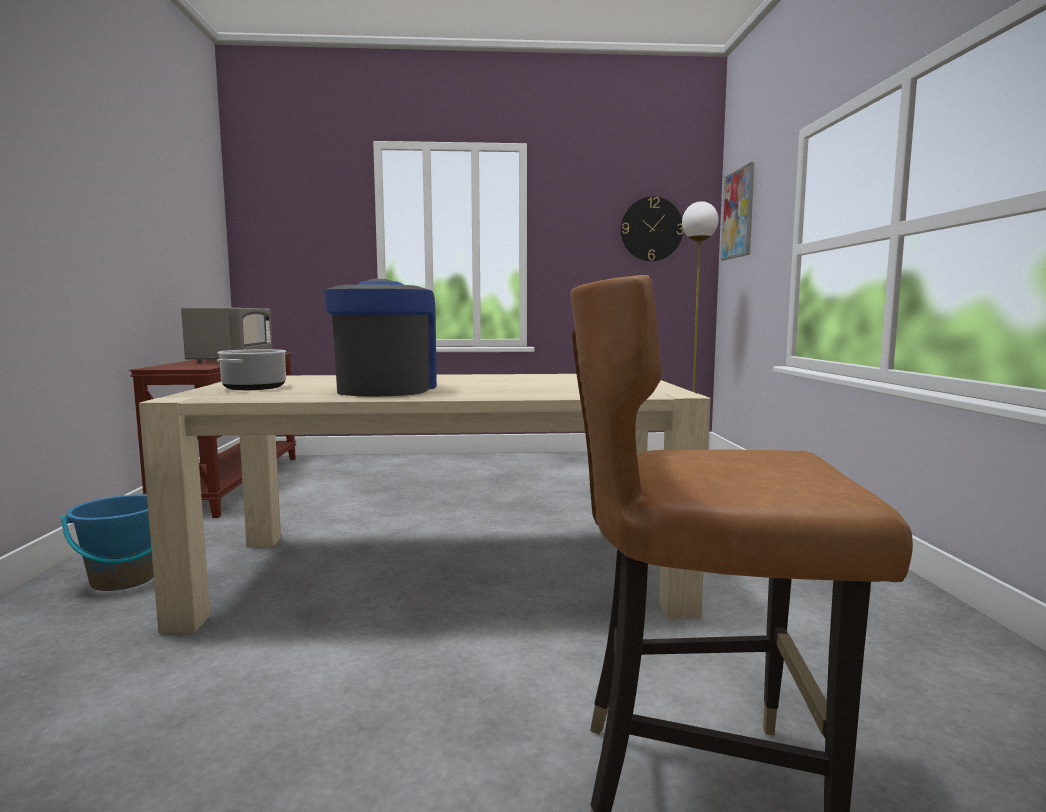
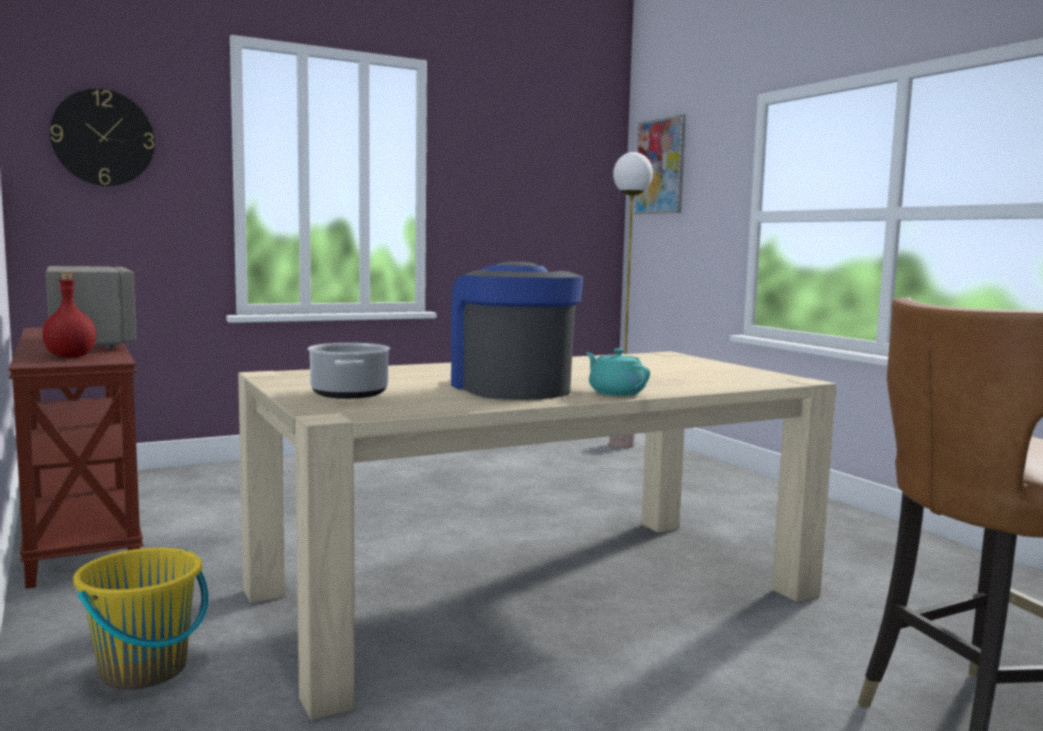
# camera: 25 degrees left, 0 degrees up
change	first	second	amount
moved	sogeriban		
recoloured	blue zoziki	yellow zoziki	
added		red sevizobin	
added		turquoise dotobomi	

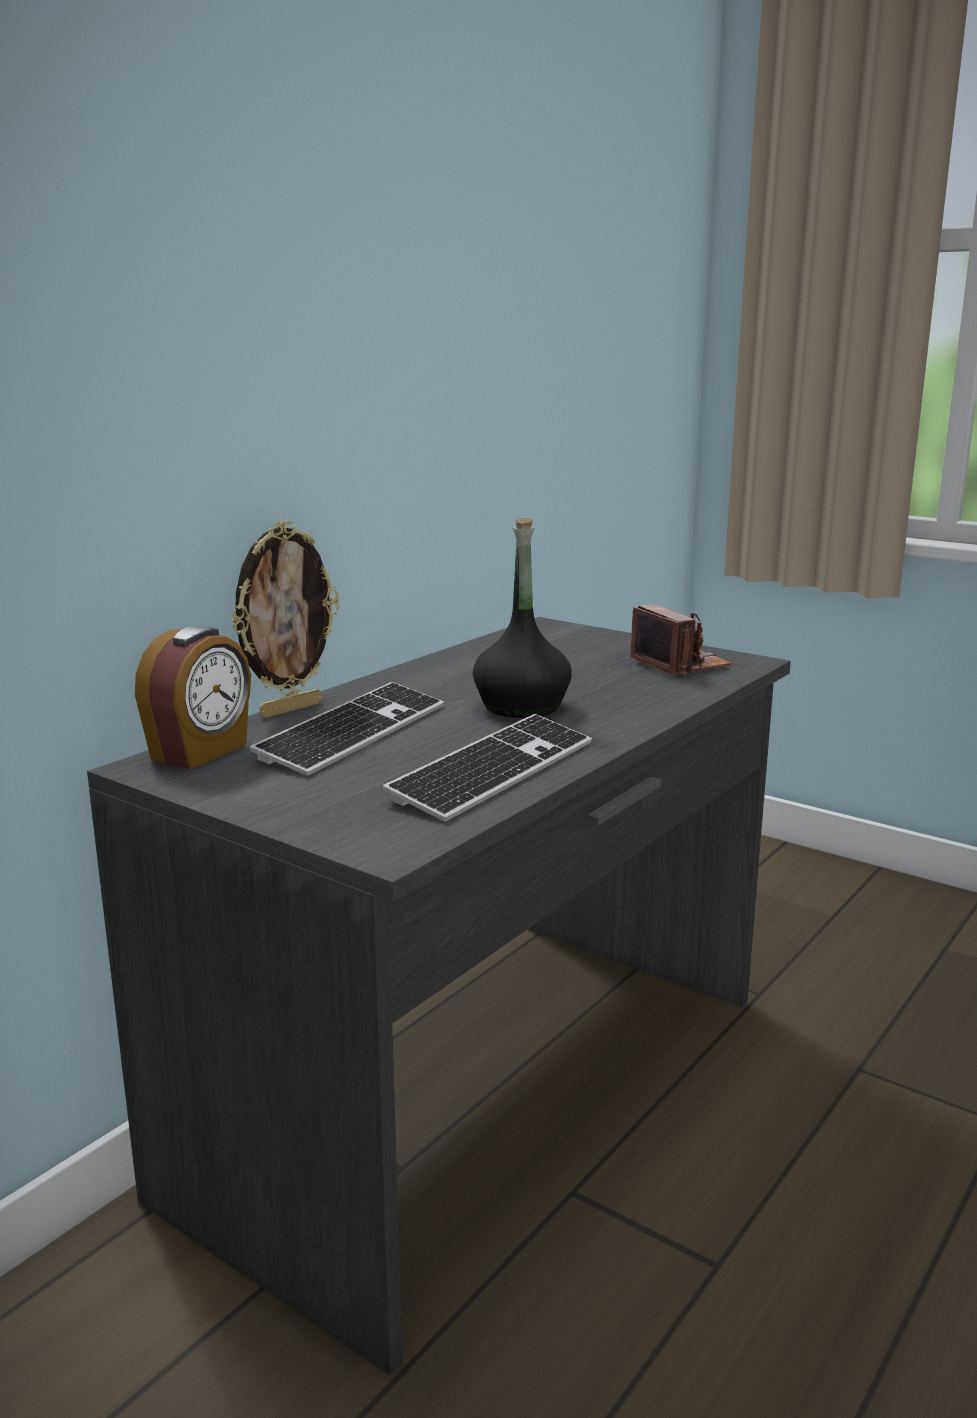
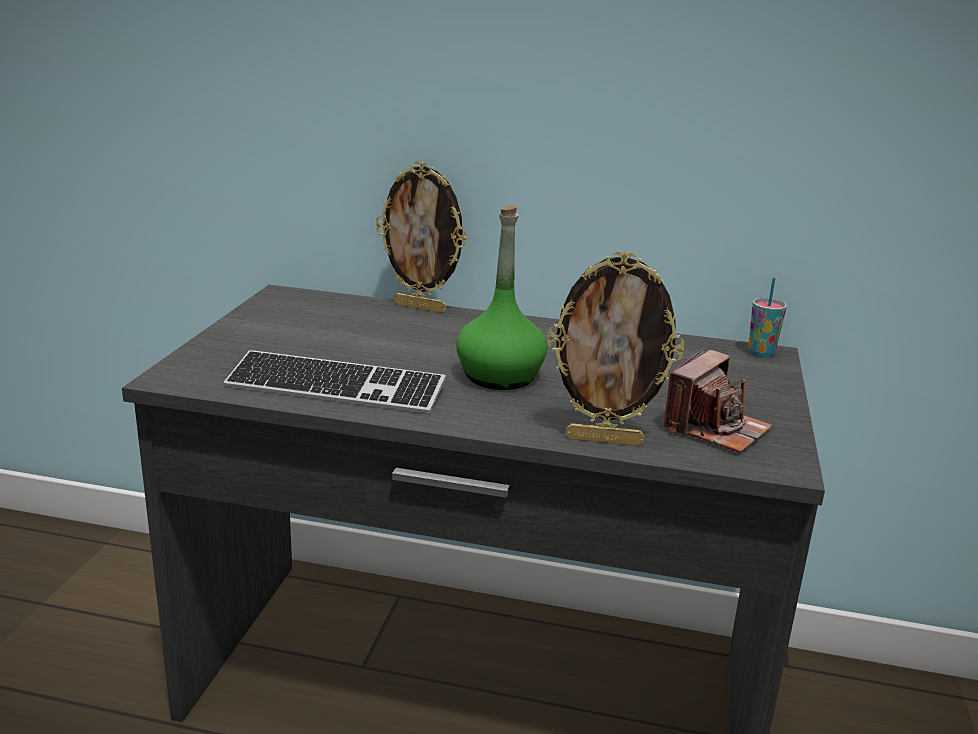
# camera: 65 degrees right, 5 degrees up
change	first	second	amount
recoloured	black sevizobin	green sevizobin	
removed	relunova		
removed	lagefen (1st from left)		
added		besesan (2nd from left)	
added		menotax	

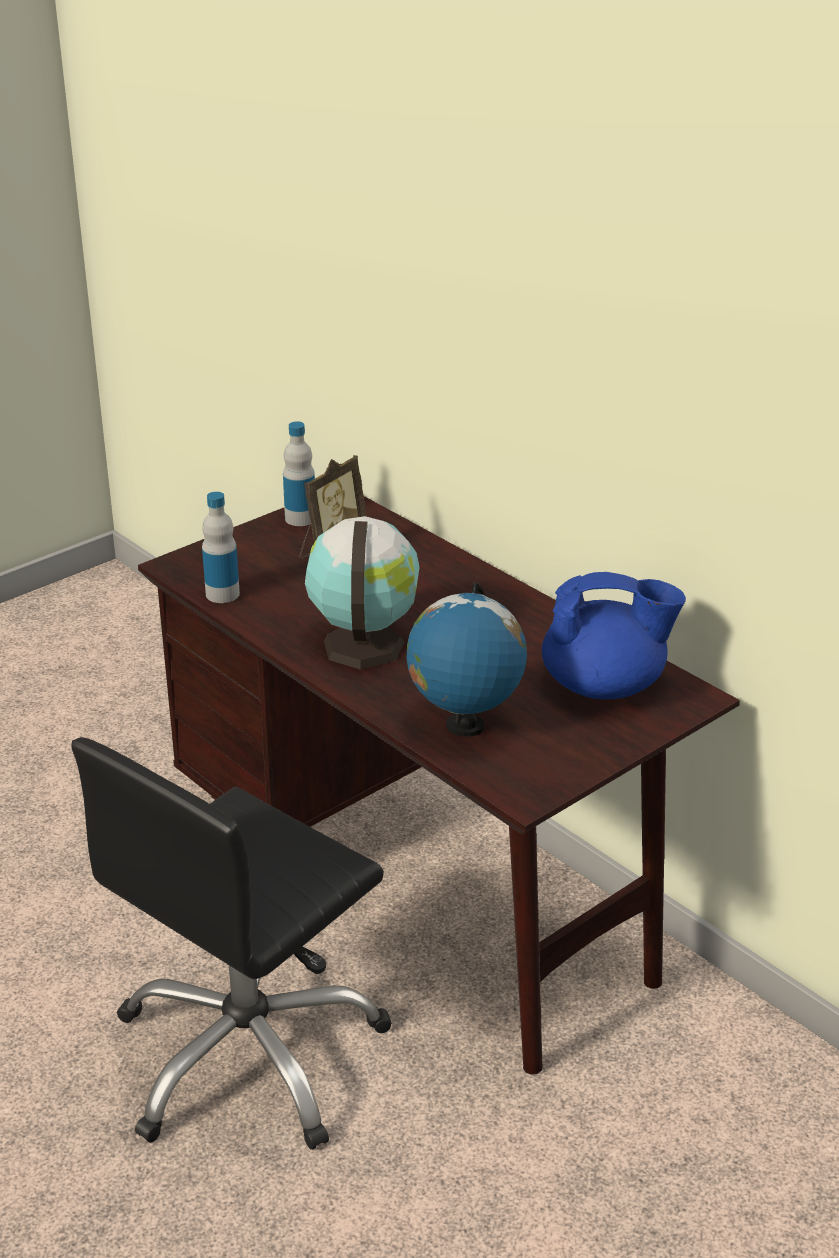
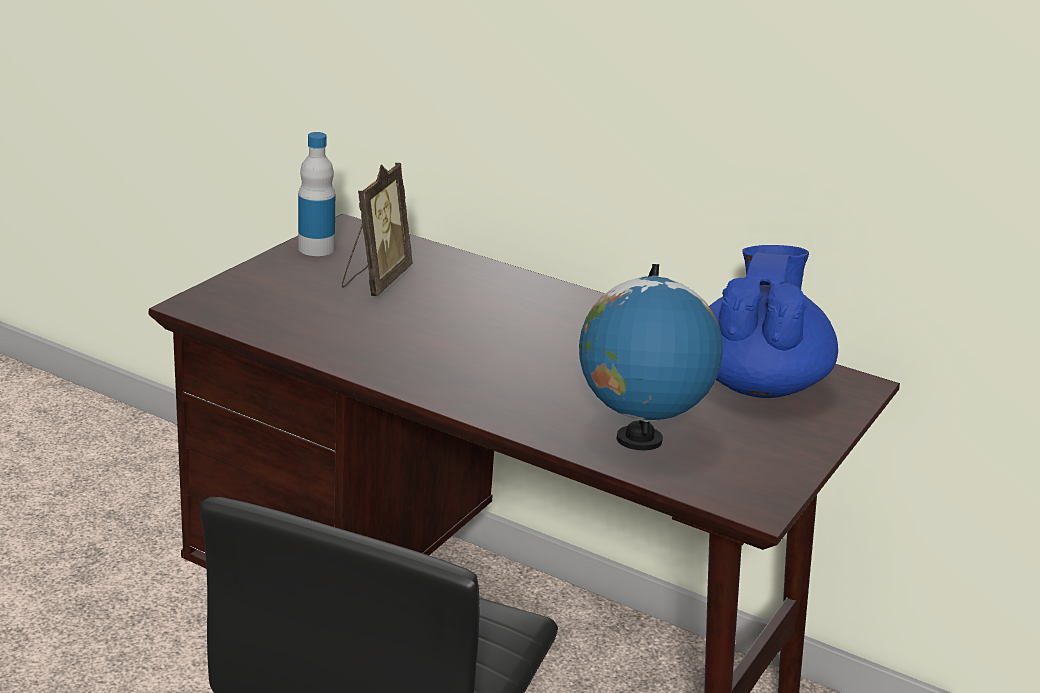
# camera: 20 degrees left, 5 degrees down
change	first	second	amount
removed	sevizobin (1st from left)		
removed	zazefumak (1st from left)		
turned	blue dotobomi		60 degrees counterclockwise

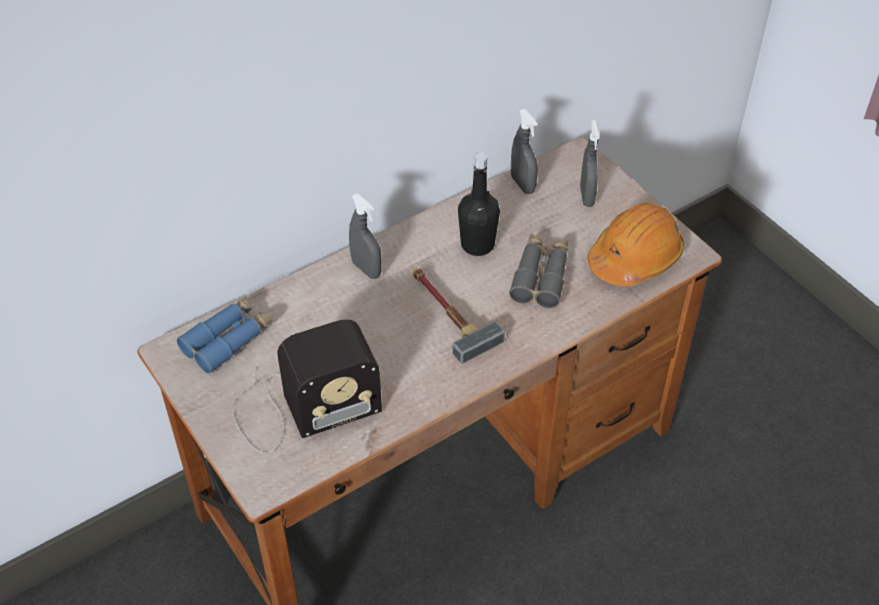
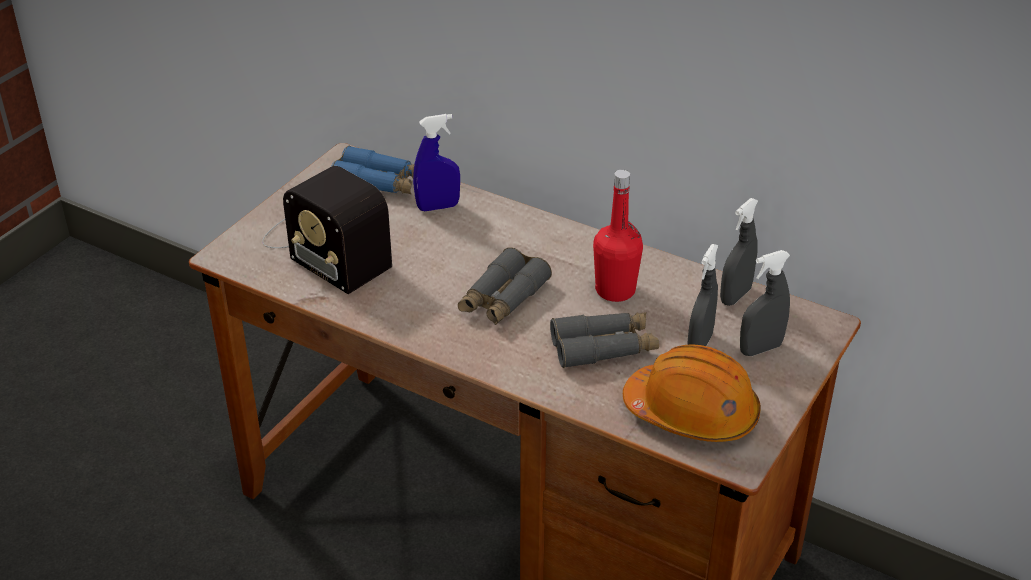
# camera: 65 degrees right, 10 degrees down
change	first	second	amount
recoloured	black sevizobin	red sevizobin	
moved	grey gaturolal (1st from left)		
replaced	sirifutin	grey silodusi (1st from left)	
added		blue gaturolal	

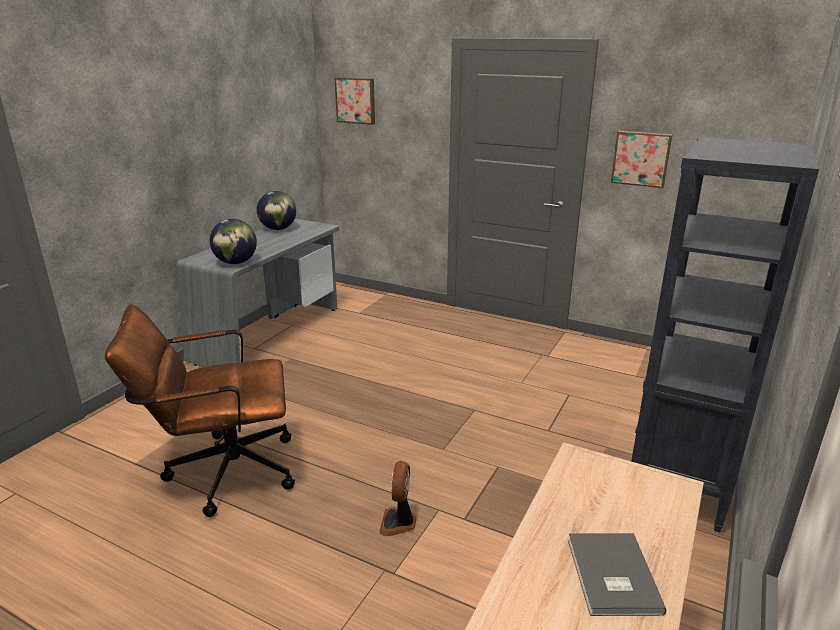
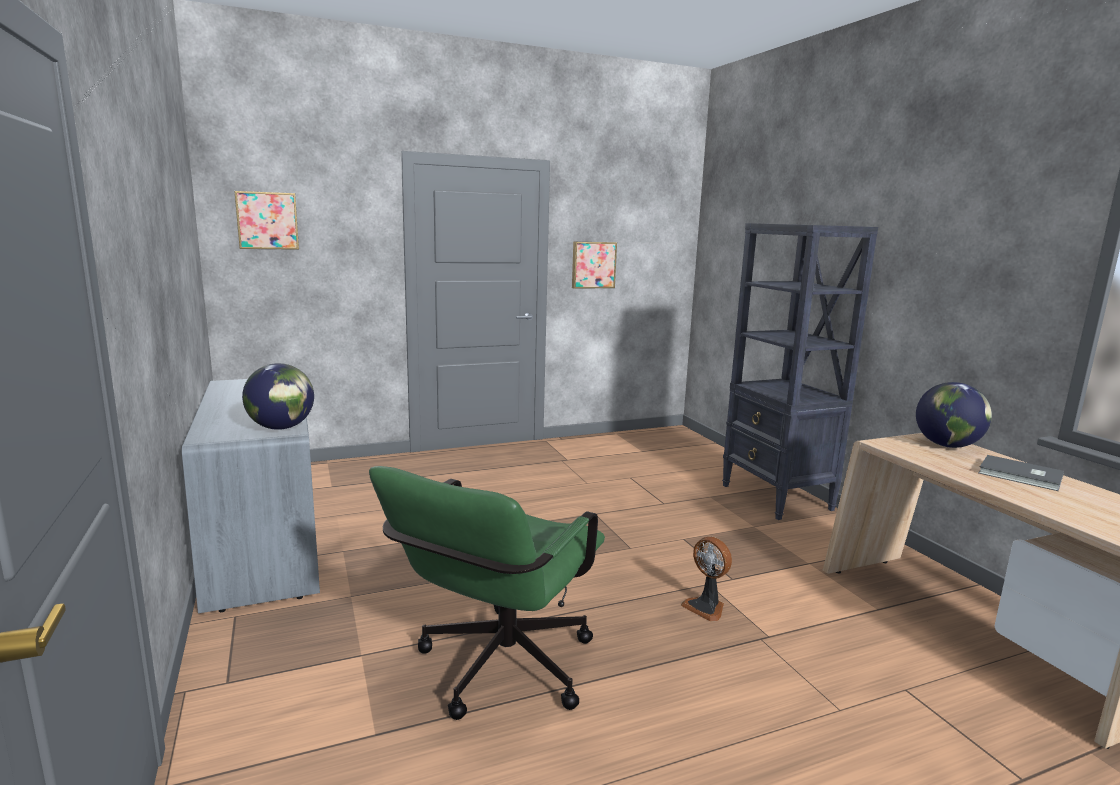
# camera: 50 degrees left, 10 degrees down
change	first	second	amount
moved	zazefumak (2nd from left)		
recoloured	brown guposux	green guposux	

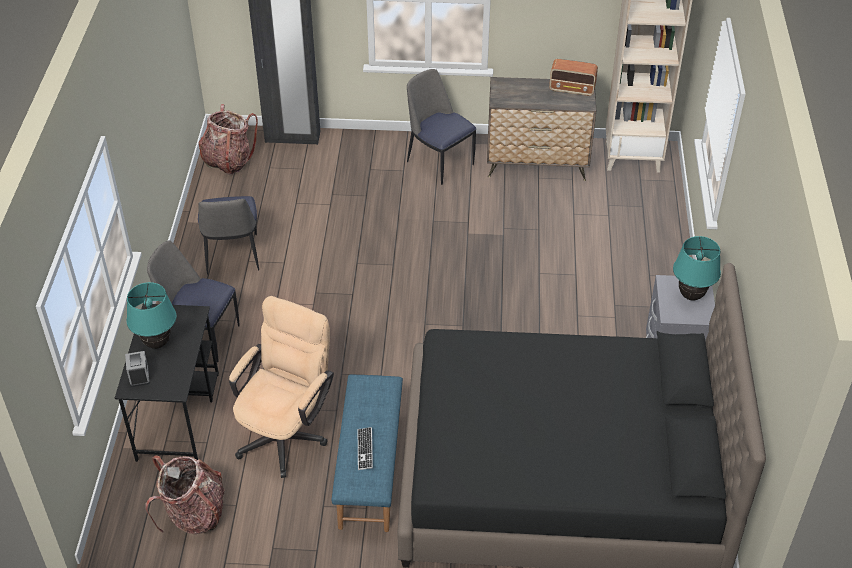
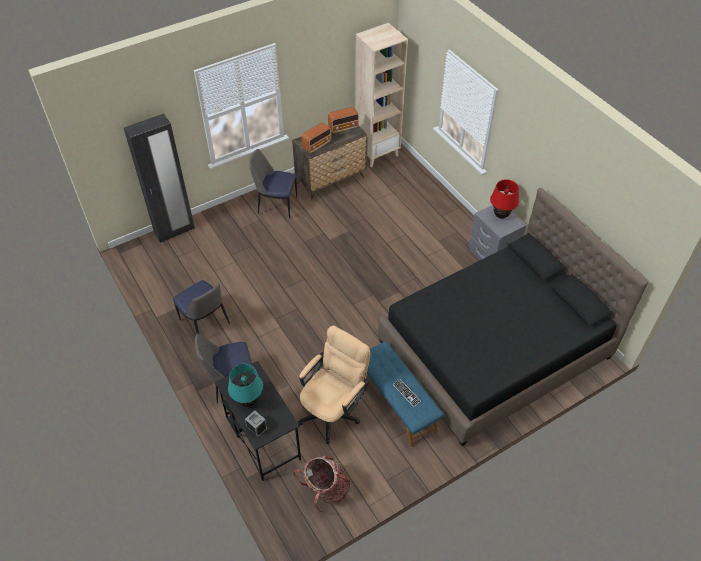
# camera: 35 degrees left, 5 degrees up
change	first	second	amount
removed	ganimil (2nd from left)		
recoloured	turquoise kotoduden (2nd from left)	red kotoduden	
turned	beige guposux		45 degrees clockwise
added		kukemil (1st from left)	

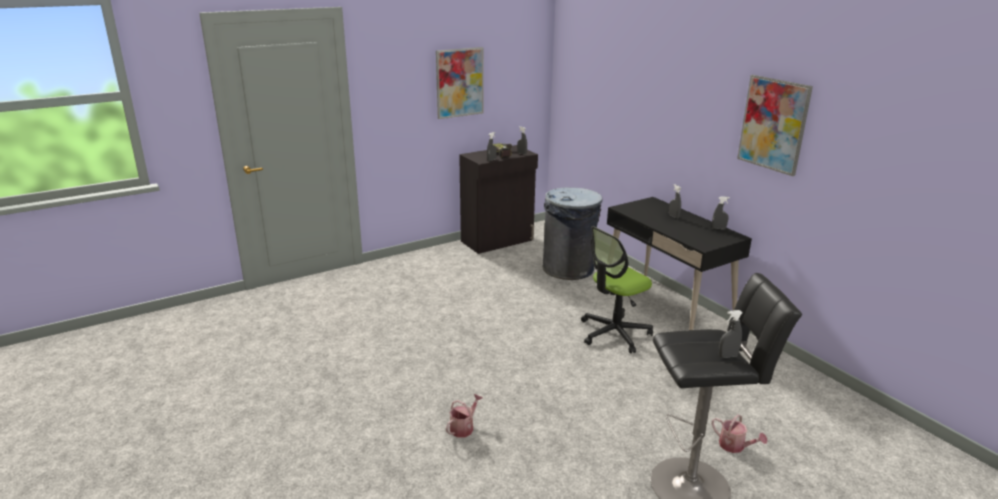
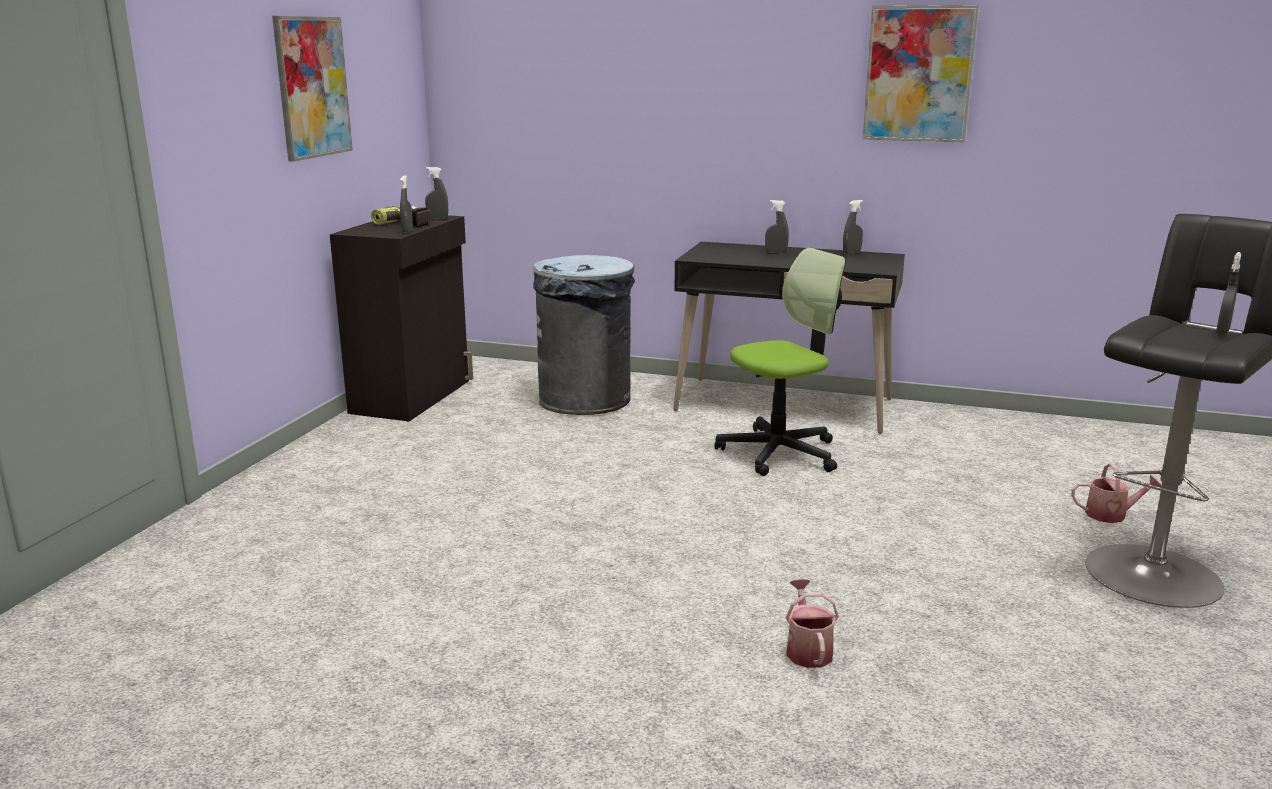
# camera: 40 degrees left, 5 degrees down
change	first	second	amount
turned	guposux		135 degrees counterclockwise

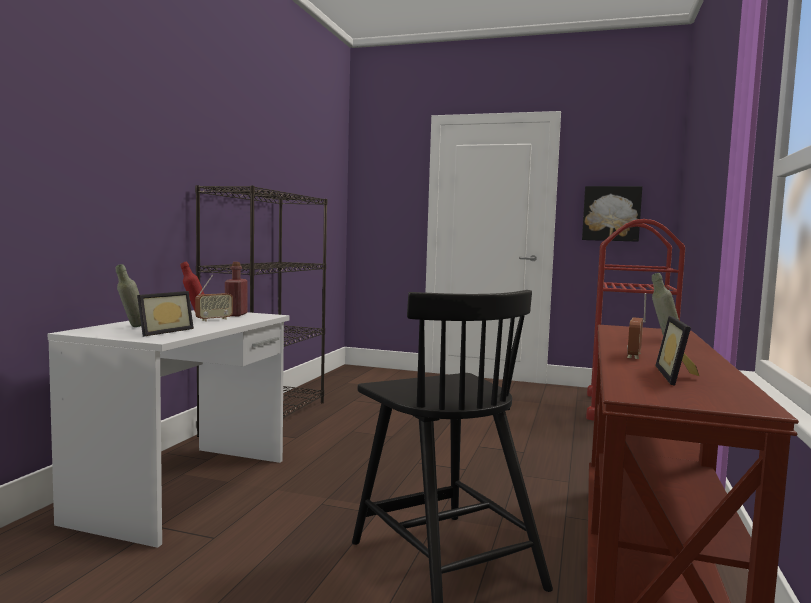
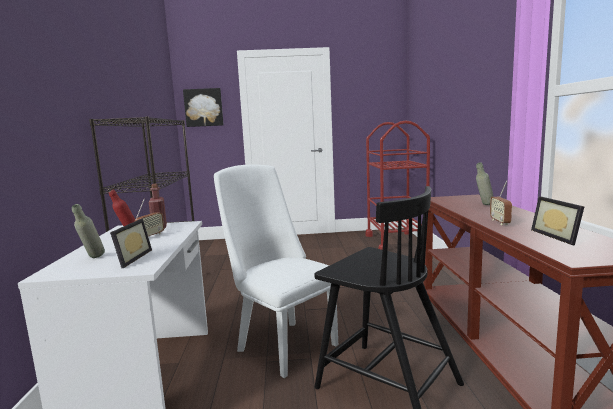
# camera: 20 degrees left, 5 degrees up
change	first	second	amount
moved	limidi		
added		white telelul	

